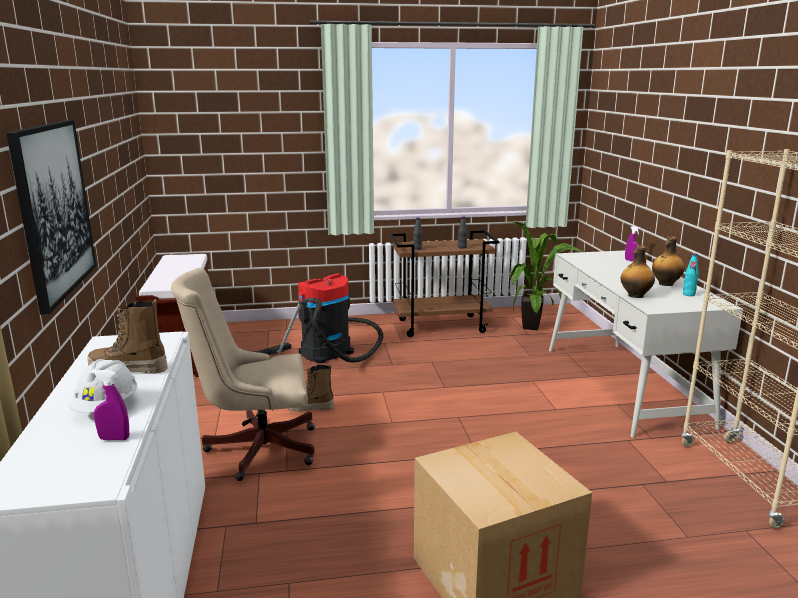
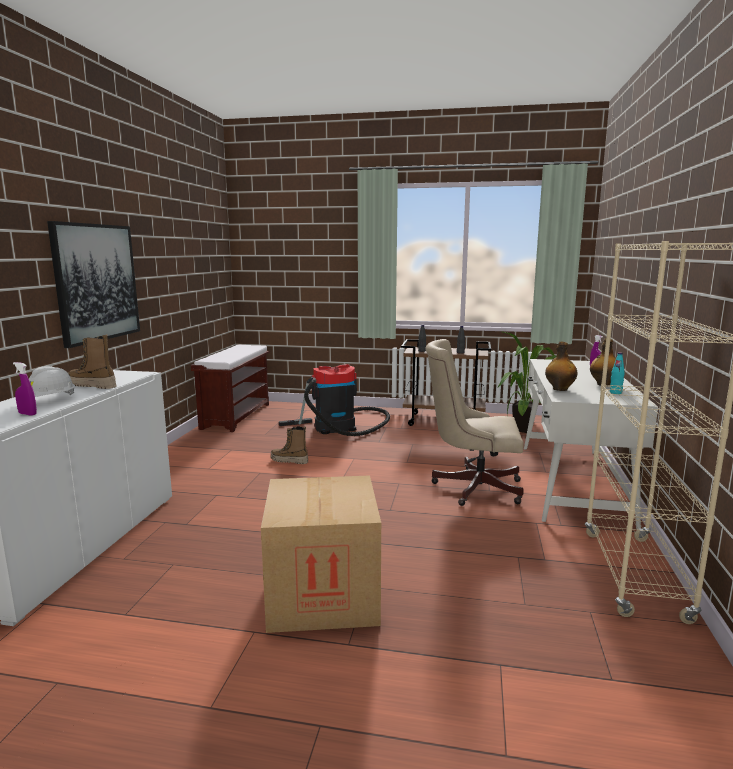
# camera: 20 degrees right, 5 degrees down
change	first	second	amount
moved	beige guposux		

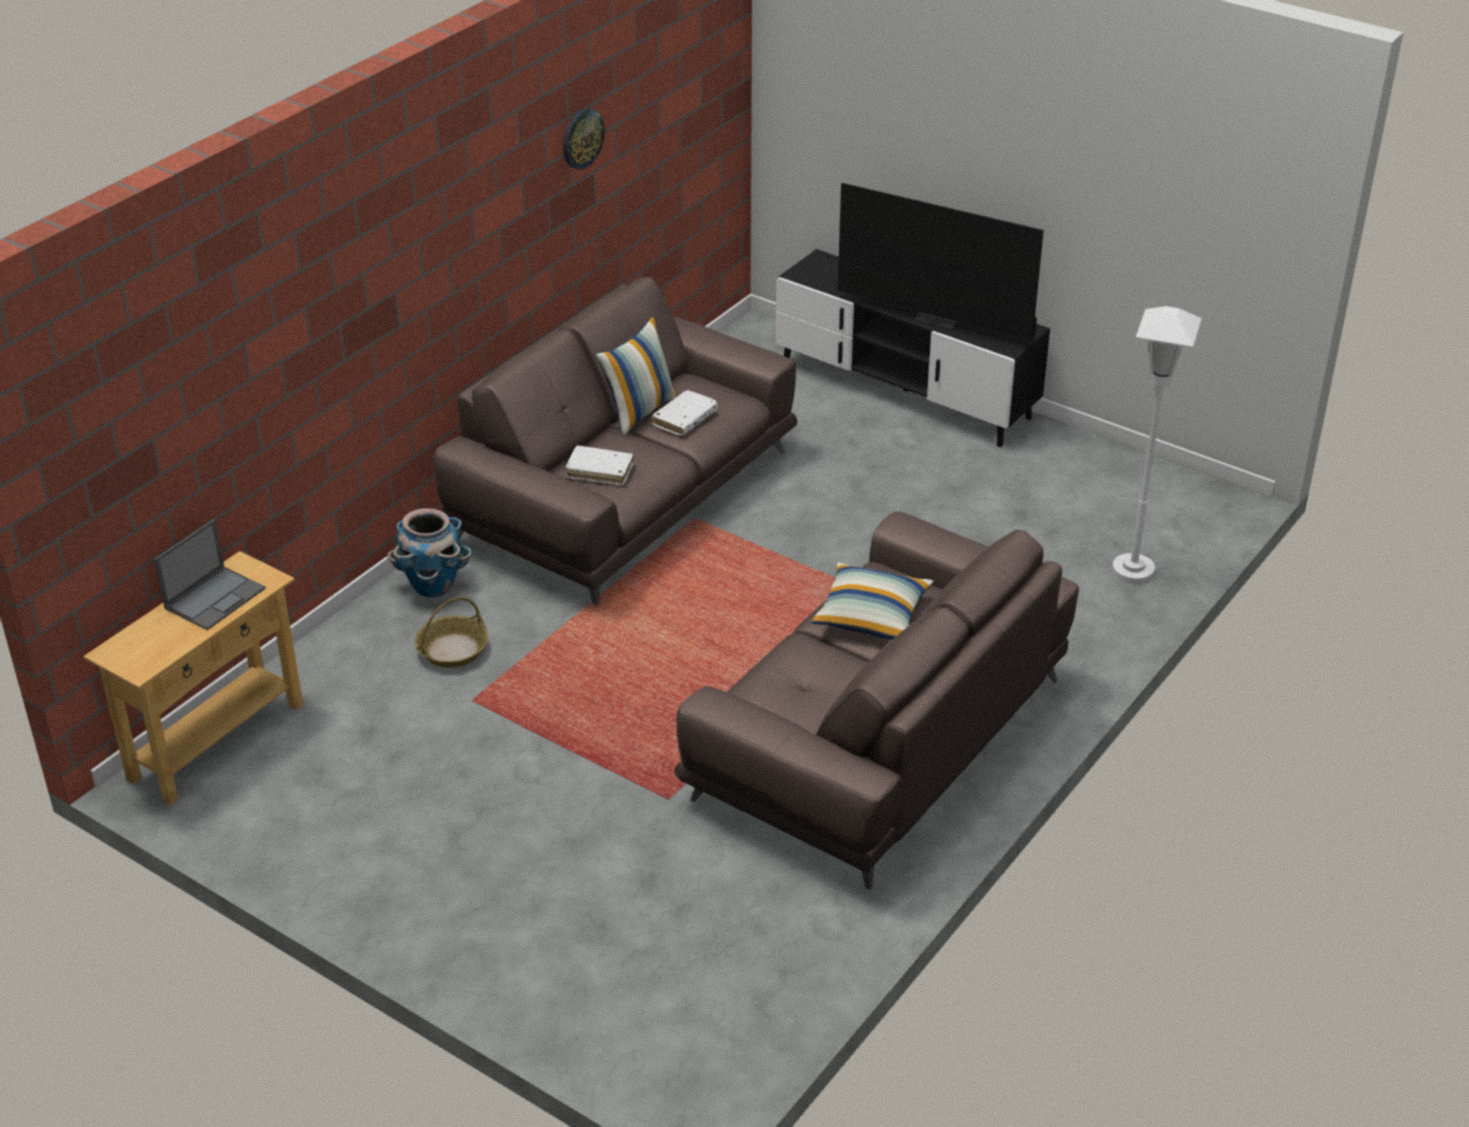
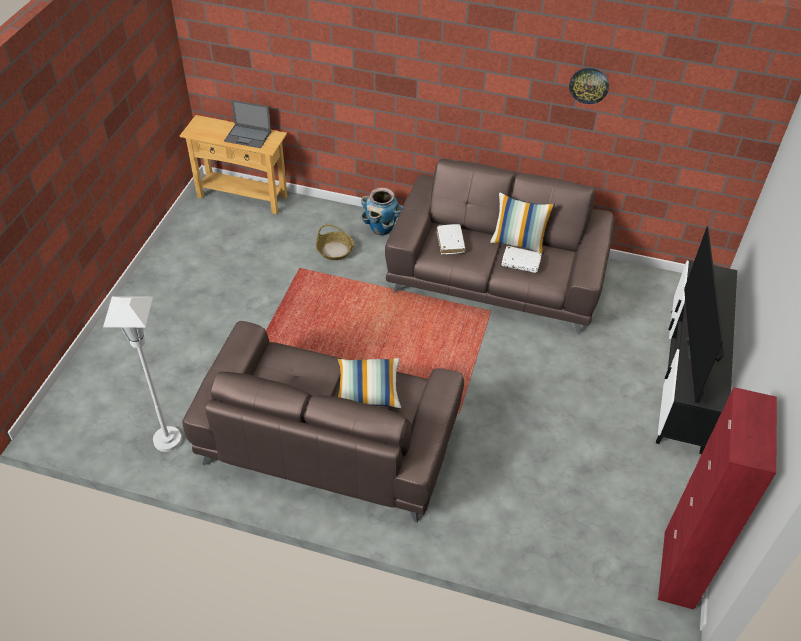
# camera: 70 degrees right, 10 degrees up
change	first	second	amount
moved	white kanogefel		
added		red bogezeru	

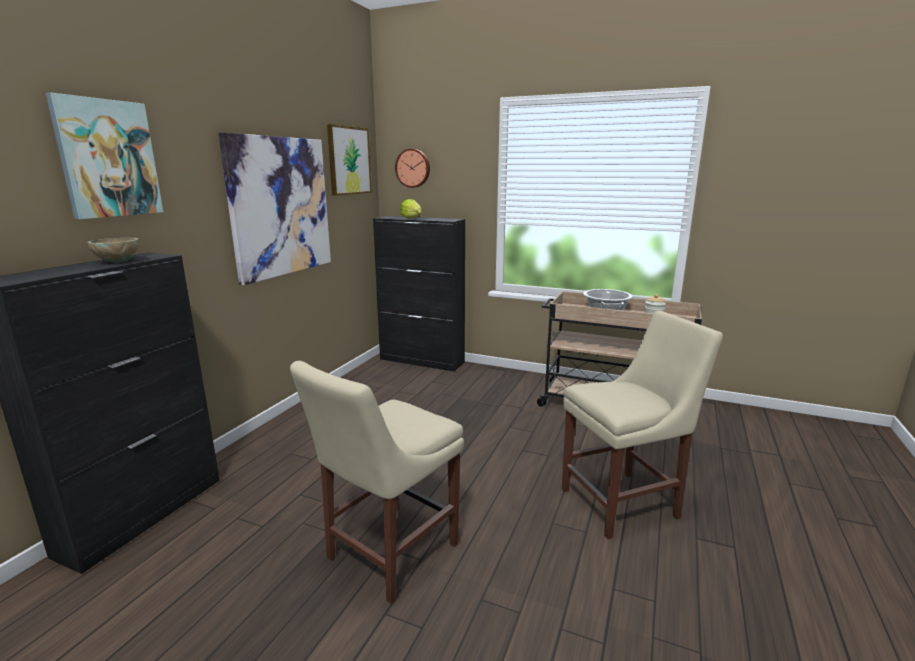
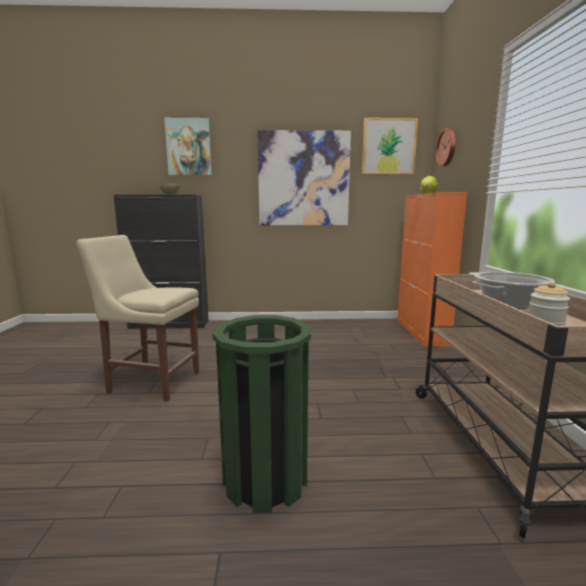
# camera: 65 degrees right, 5 degrees down
change	first	second	amount
recoloured	black bogezeru (2nd from left)	orange bogezeru	
replaced	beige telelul (2nd from left)	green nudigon	

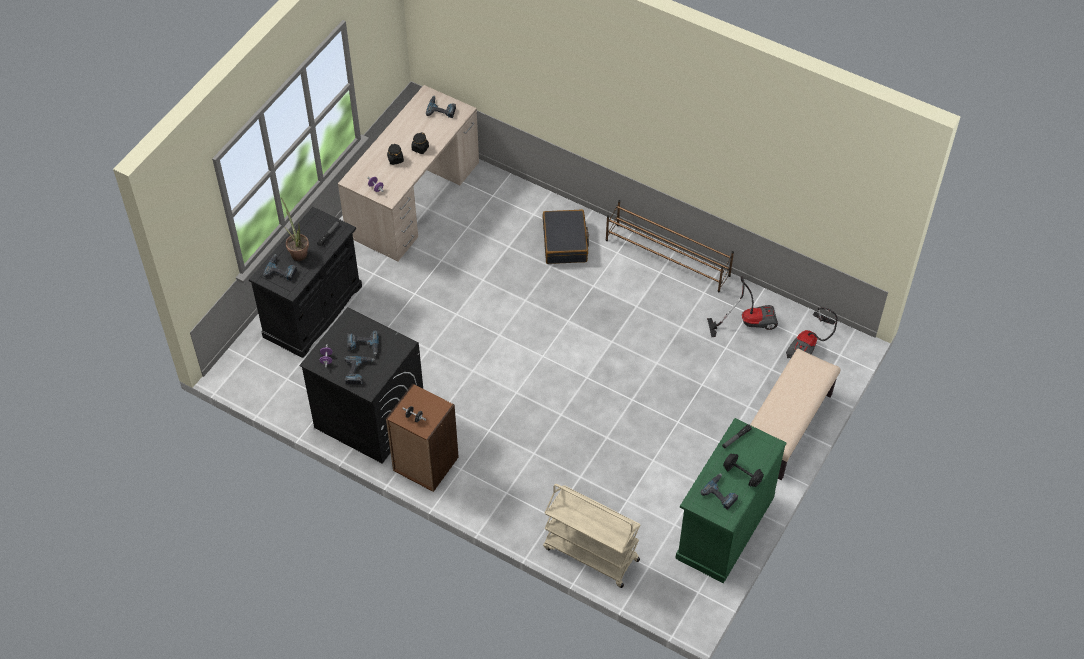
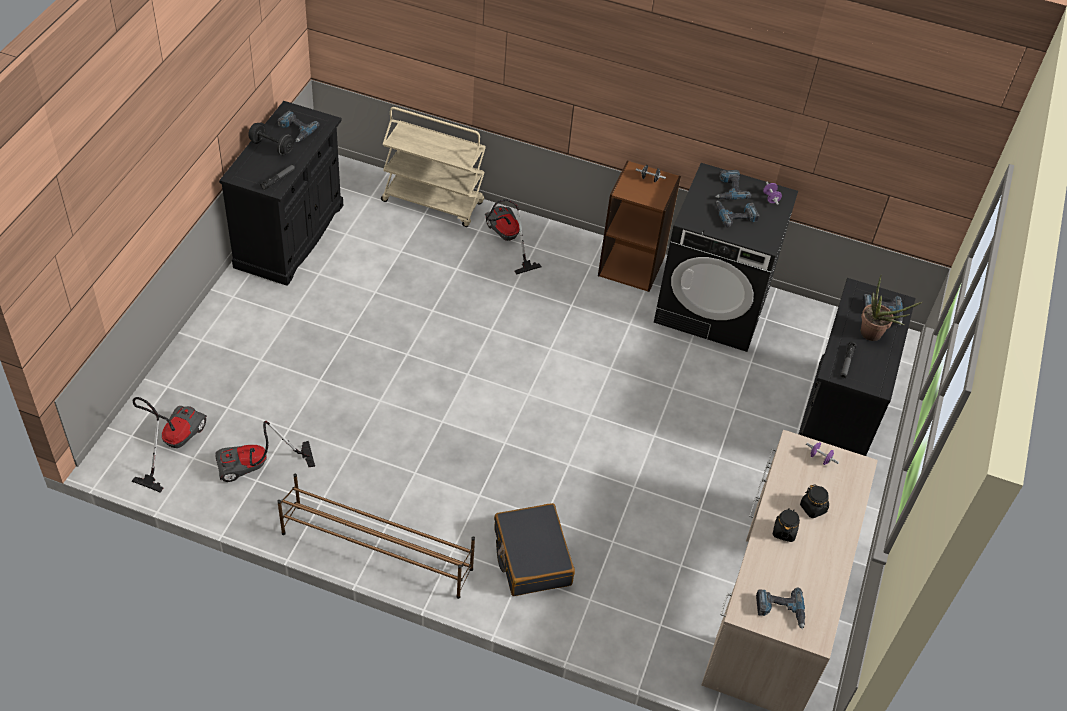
# camera: 165 degrees right, 5 degrees down
change	first	second	amount
removed	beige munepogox		
recoloured	green bogezeru	black bogezeru (1st from left)	
added		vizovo (3rd from left)	

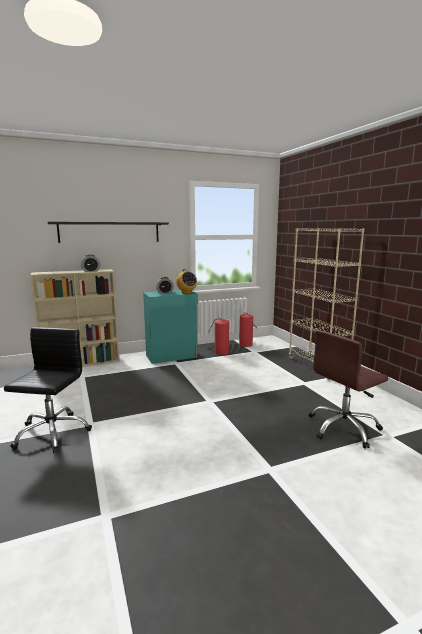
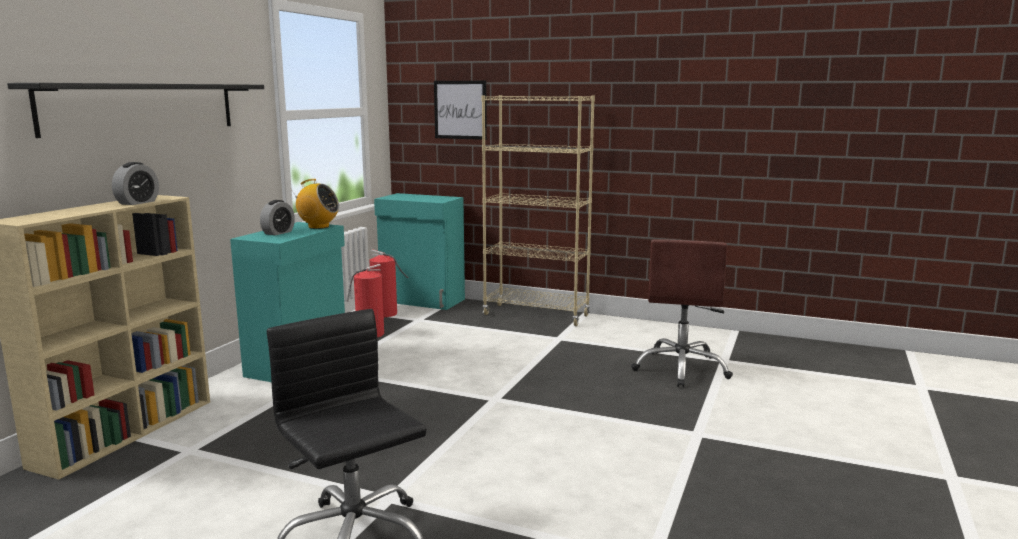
# camera: 45 degrees left, 0 degrees up
change	first	second	amount
added		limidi	
added		turquoise bogezeru (2nd from left)	

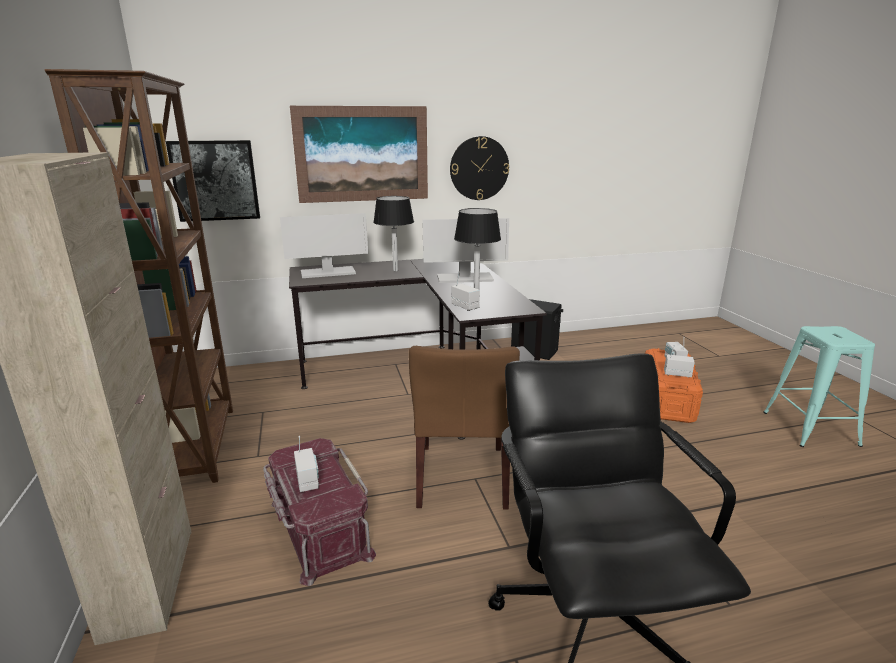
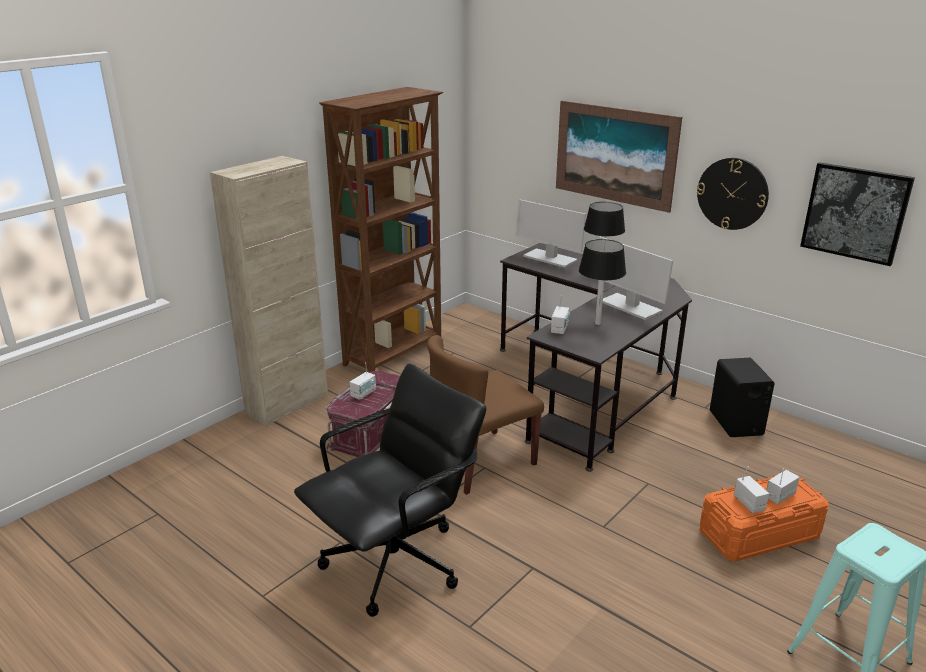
# camera: 55 degrees right, 5 degrees up
change	first	second	amount
moved	limidi (1st from left in the first image)	limidi (2nd from left)	

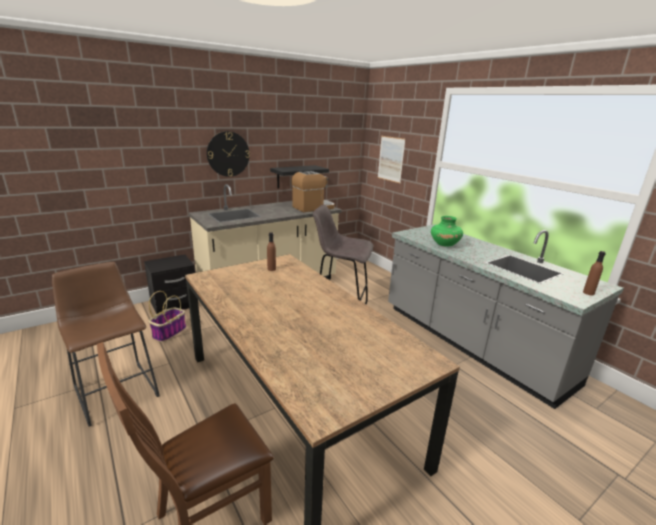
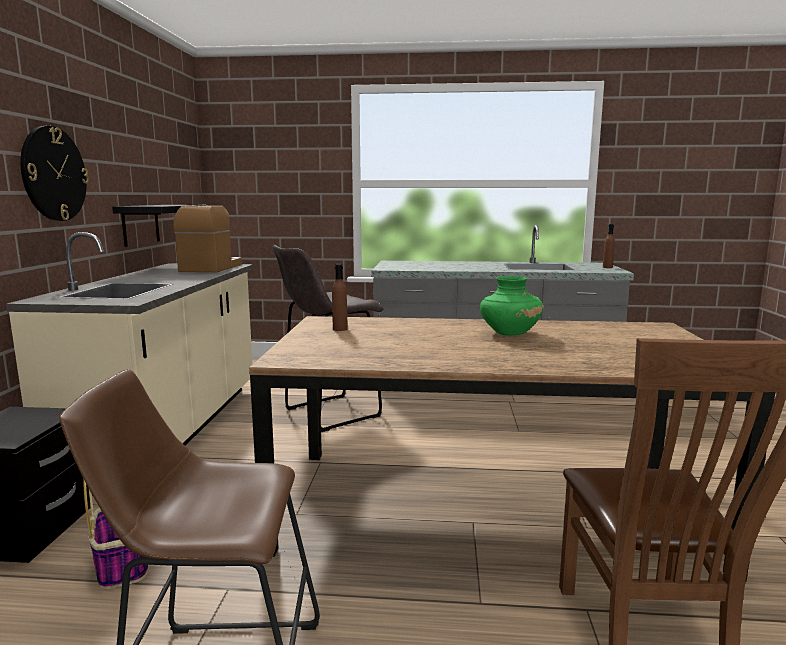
# camera: 50 degrees left, 10 degrees down
change	first	second	amount
removed	limidi		
moved	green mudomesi		

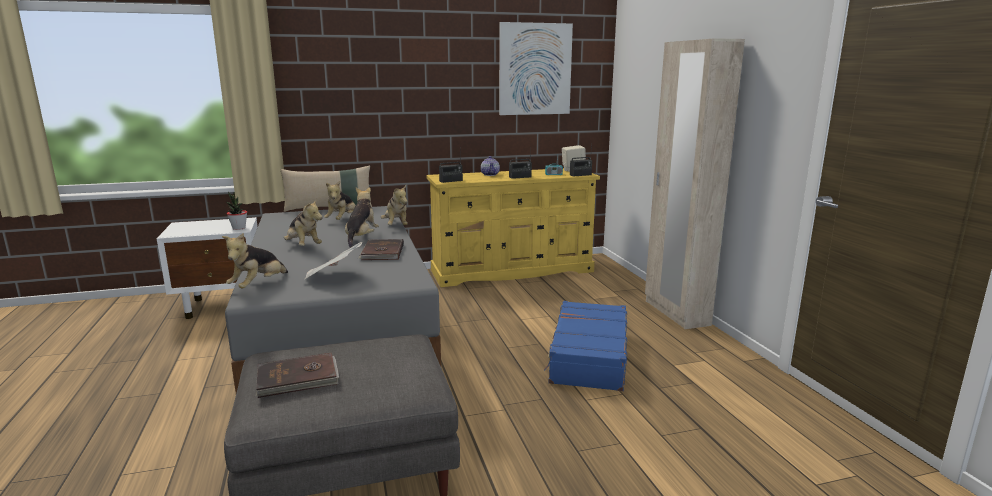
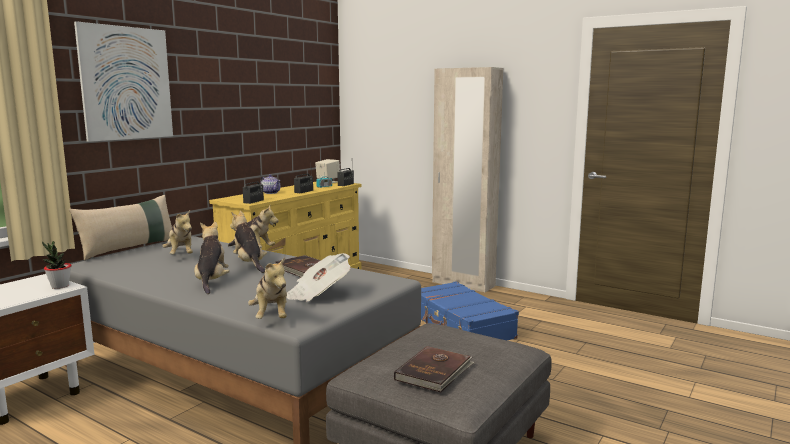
# camera: 40 degrees left, 5 degrees down
change	first	second	amount
moved	limidi		
turned	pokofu (2nd from left)		105 degrees counterclockwise

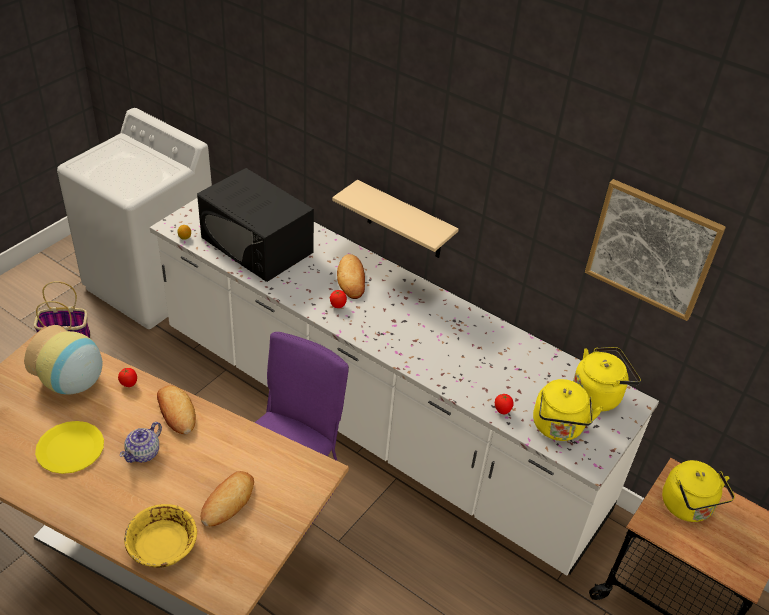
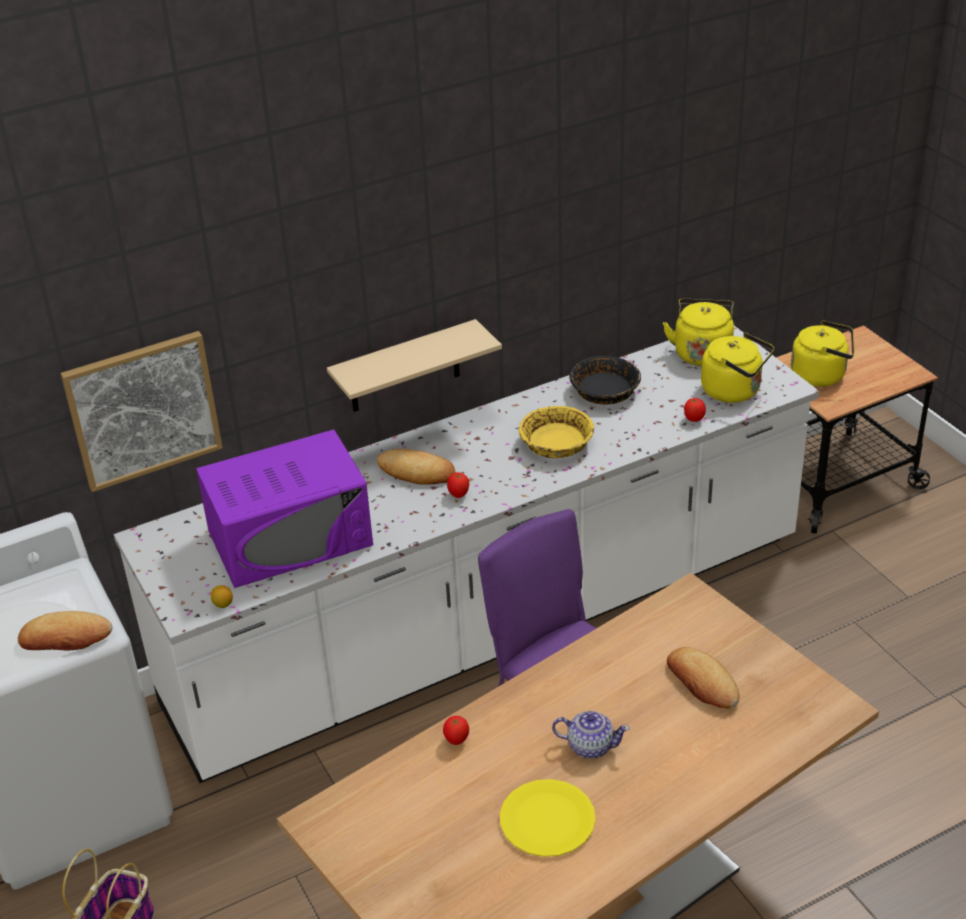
# camera: 60 degrees left, 5 degrees down
change	first	second	amount
recoloured	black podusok	purple podusok	
moved	limidi		
removed	mudomesi		
moved	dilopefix (1st from left)		
turned	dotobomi		45 degrees counterclockwise
moved	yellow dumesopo		
added		black dumesopo	

